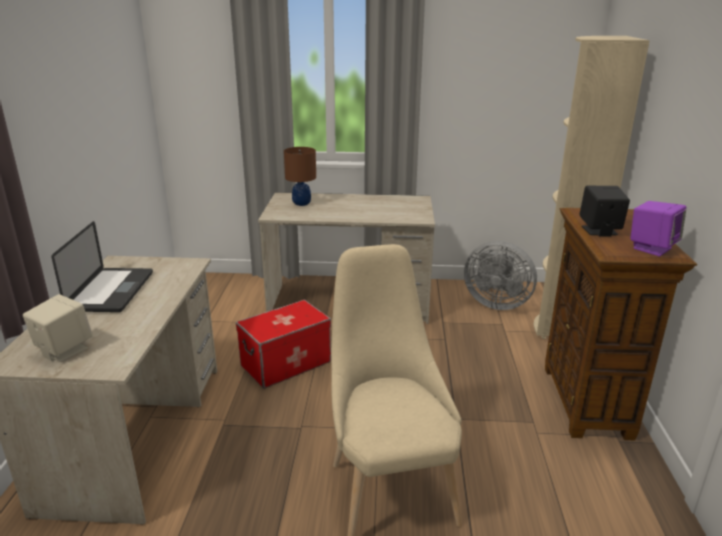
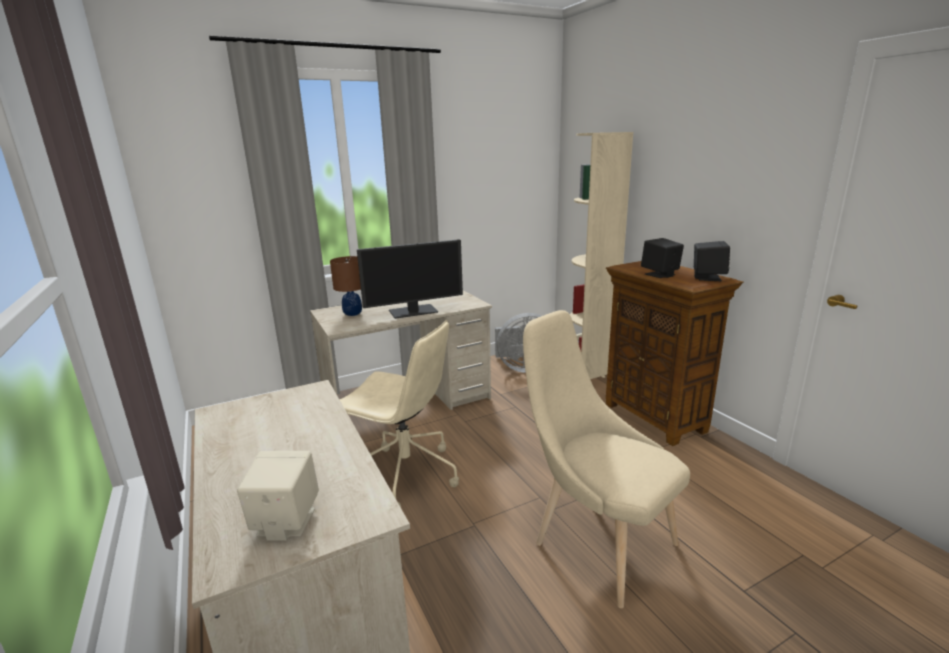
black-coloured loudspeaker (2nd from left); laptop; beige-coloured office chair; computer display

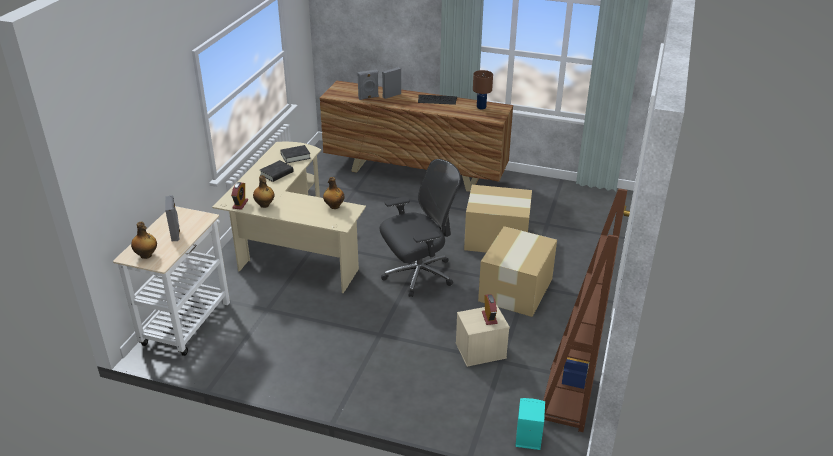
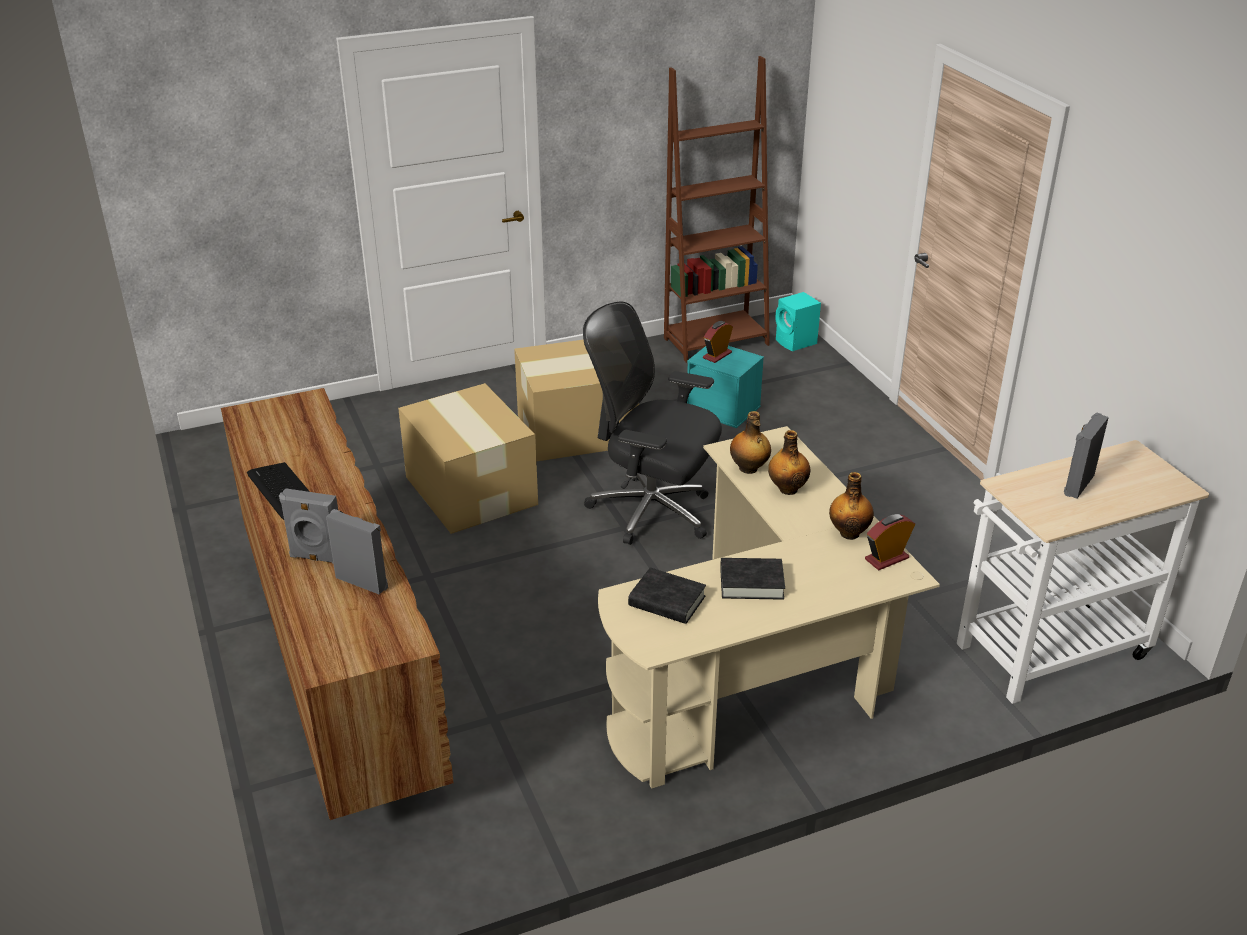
brown tabletop lamp; beverage bottle (2nd from left); turquoise-coloured storage box

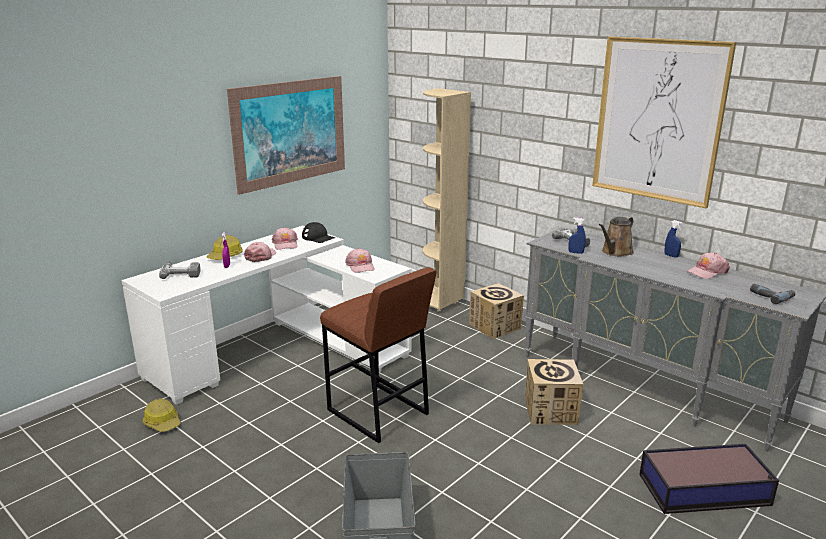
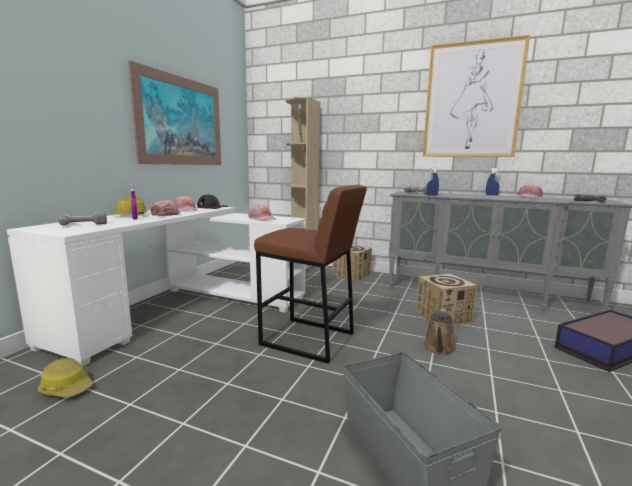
brown watering pot

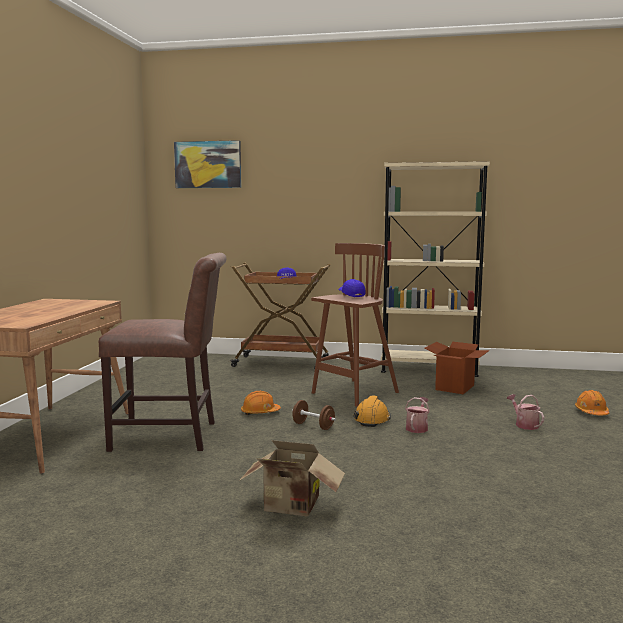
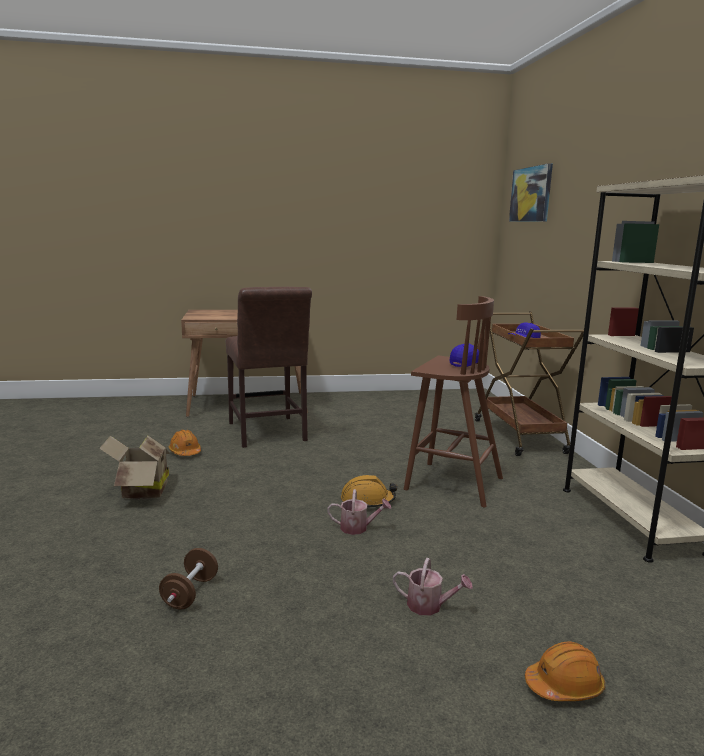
carton (2nd from left in the first image); orangey work helmet (1st from left); watering pot (2nd from left); brown free weight

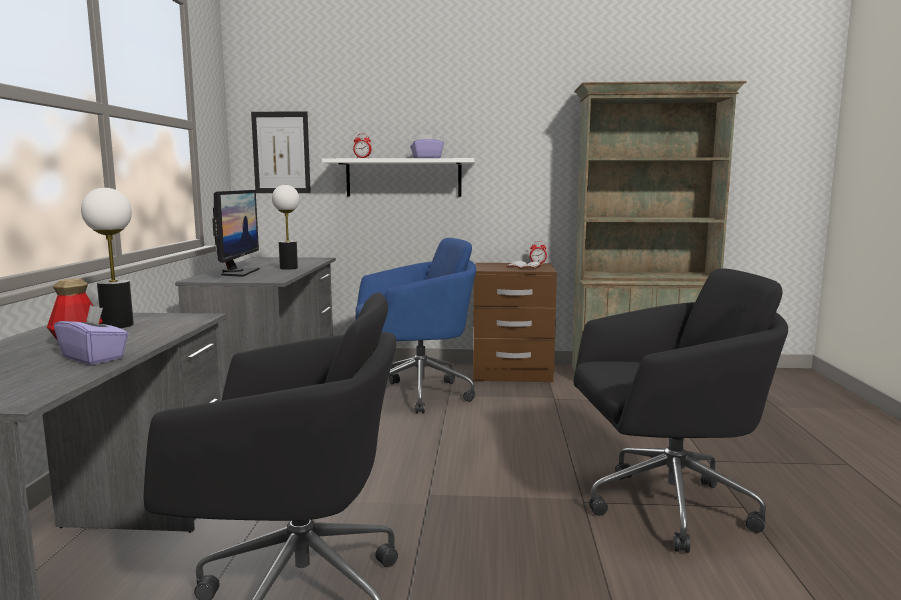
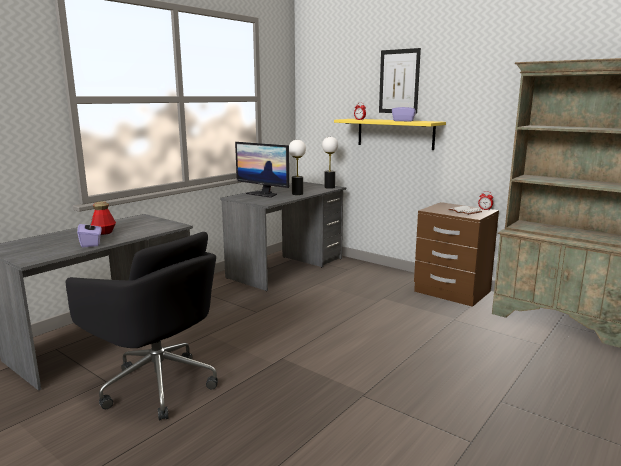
picture; yellow shelf; tabletop lamp (2nd from left); computer display; bluish office chair; black-coloured office chair (2nd from left in the first image)

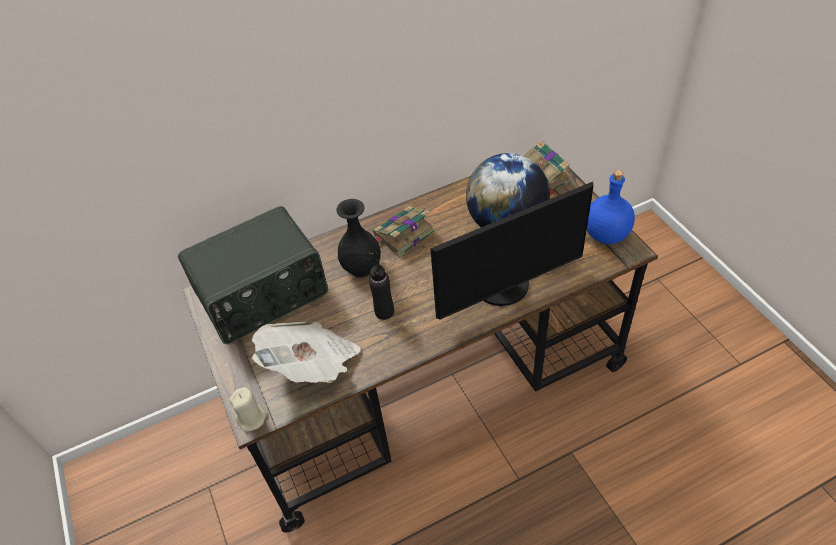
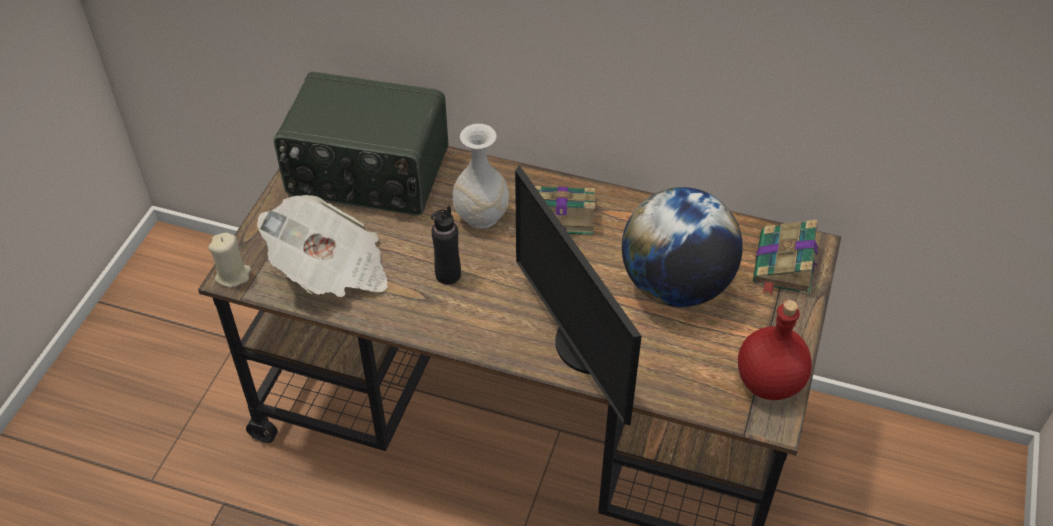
red-coloured beverage bottle; computer display; whitish decorative vase

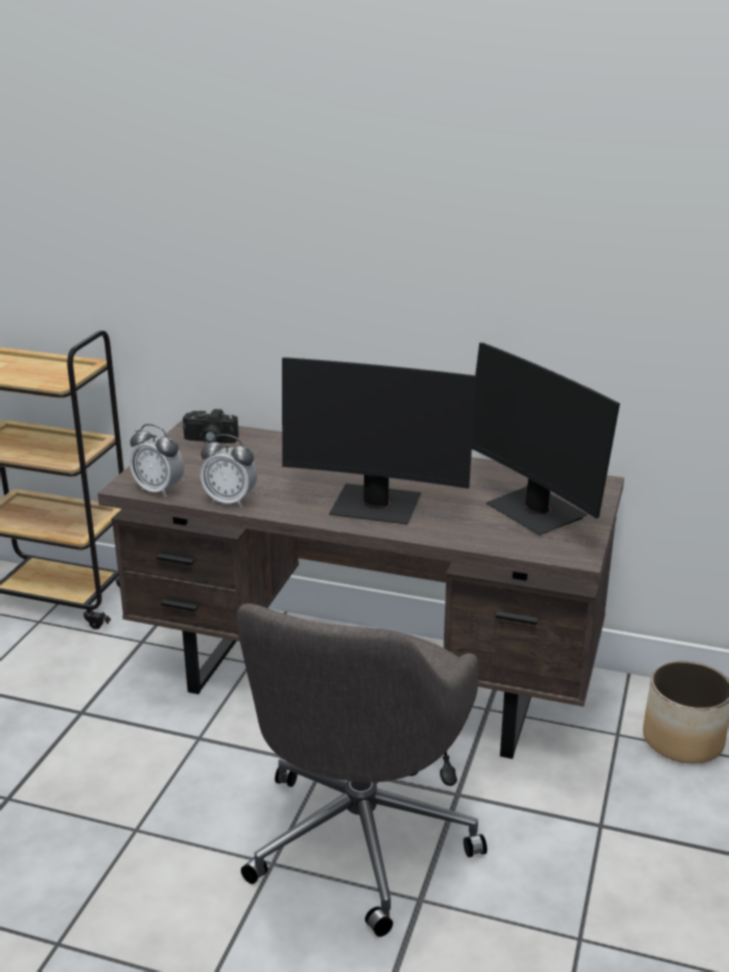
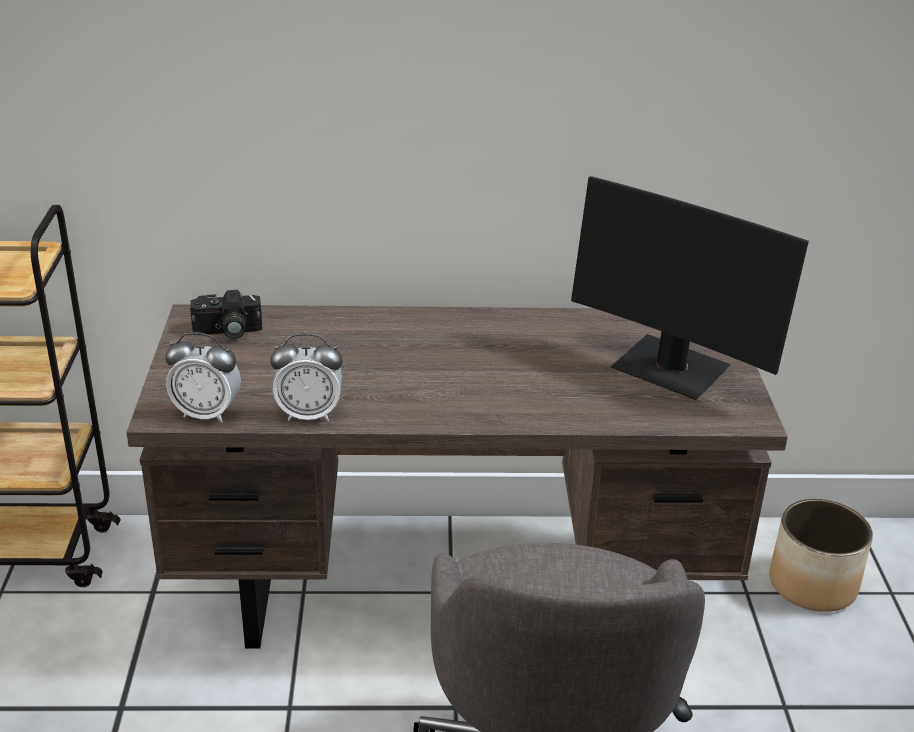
computer display (1st from left in the first image)

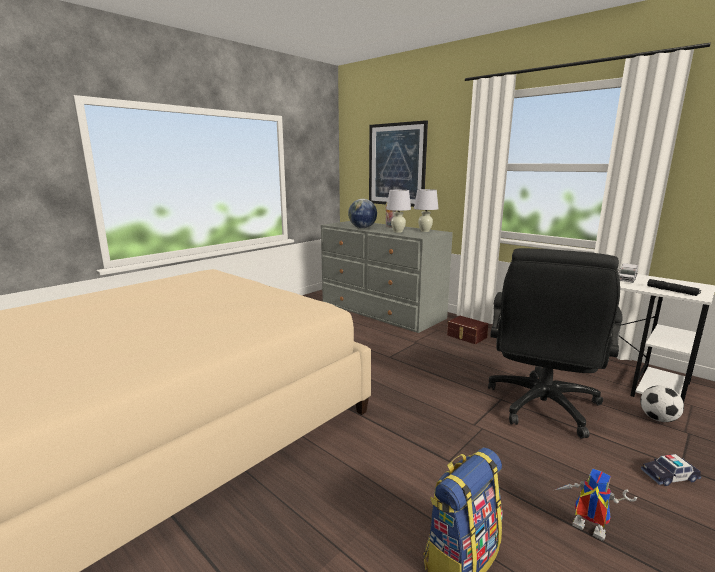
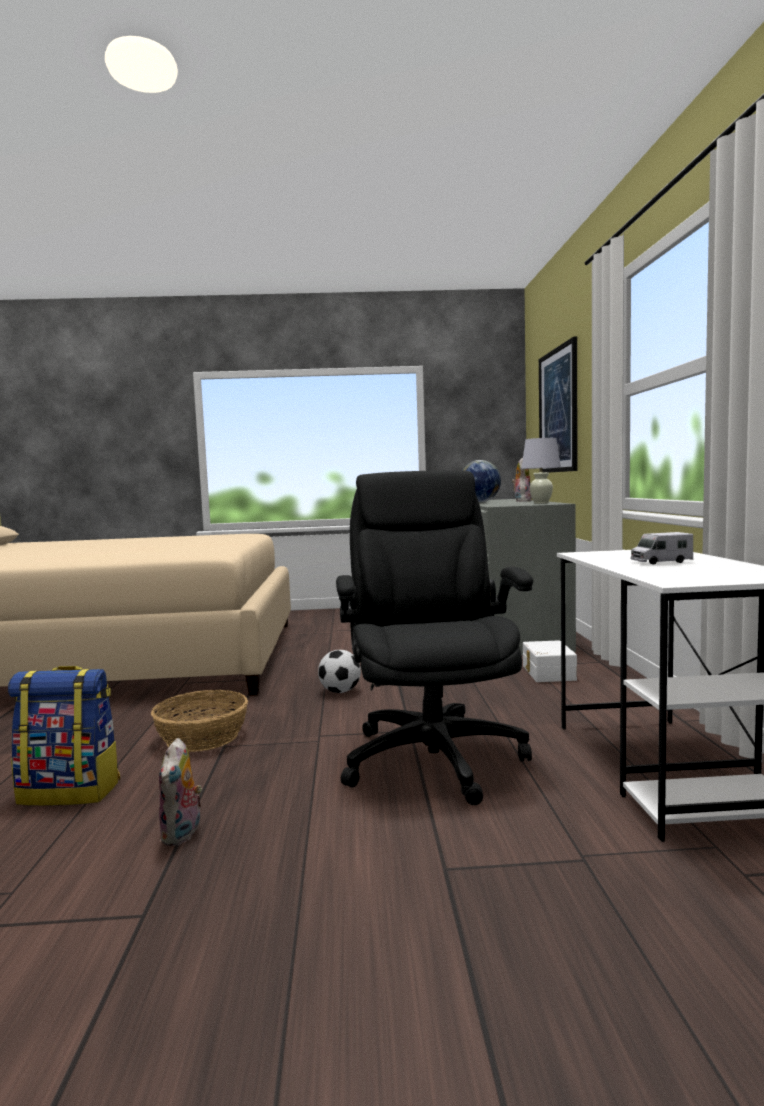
whitish tabletop lamp (1st from left in the first image); black-coloured office chair; black-coloured torch; whitish storage box; football ball; toy car; plush toy (1st from left); household basket

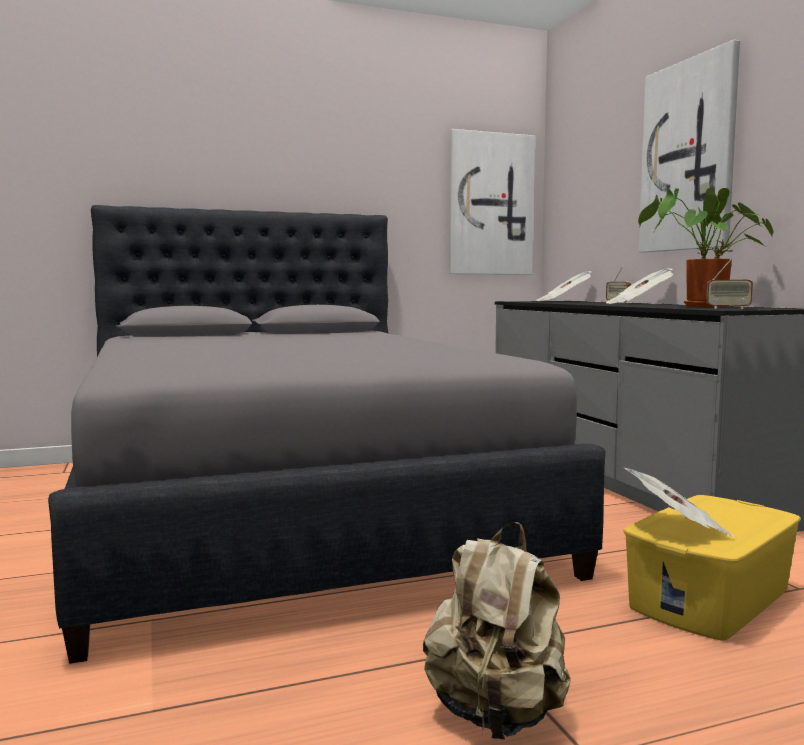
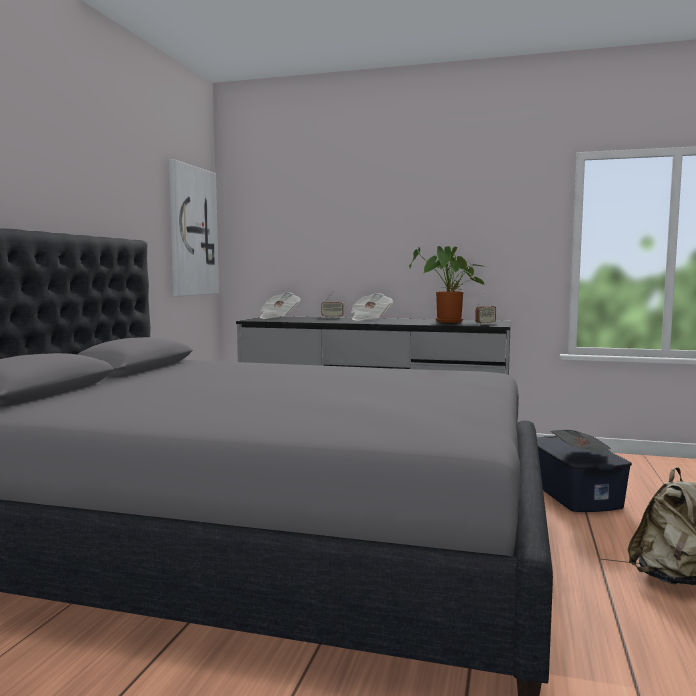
picture (2nd from left in the first image); bluish storage box

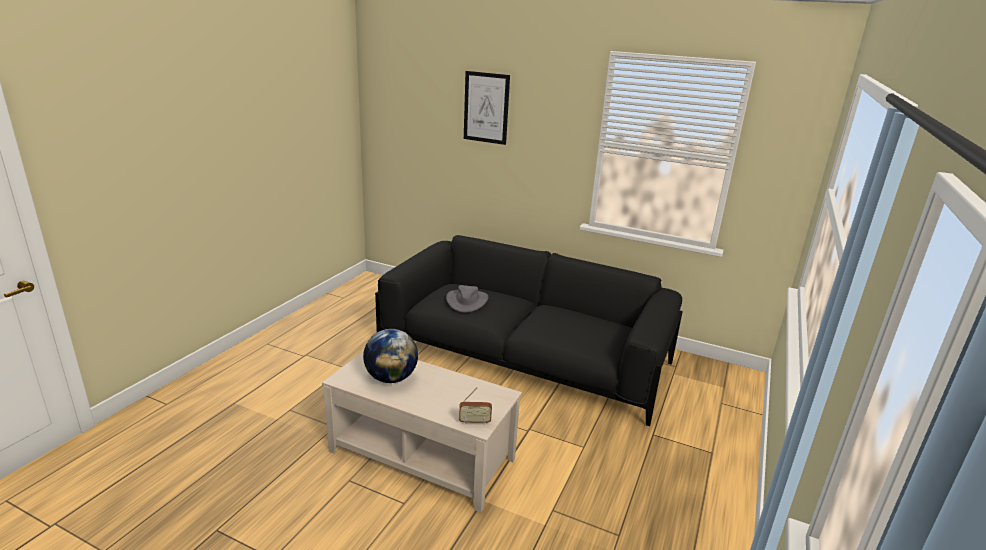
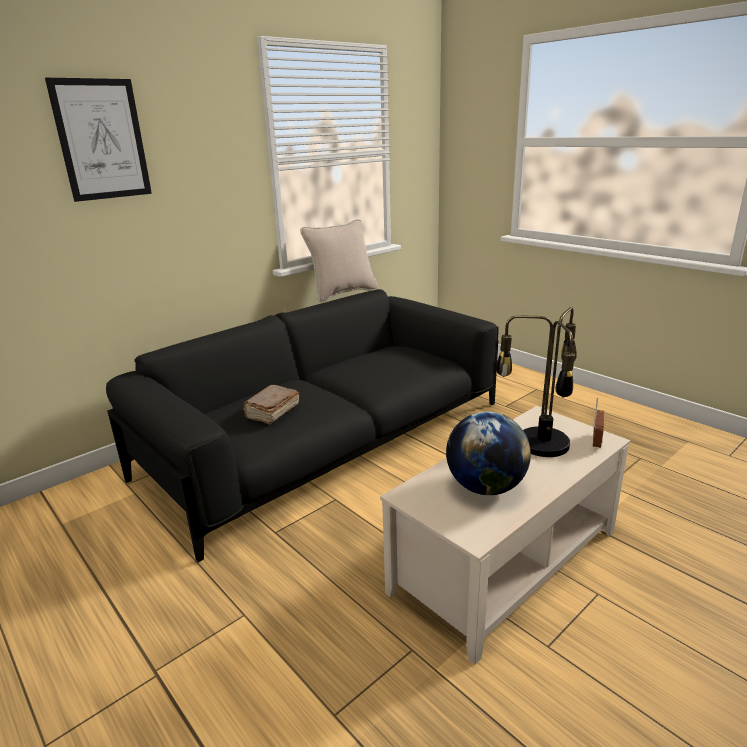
brown bound book; beige-coloured cushion; tabletop lamp

